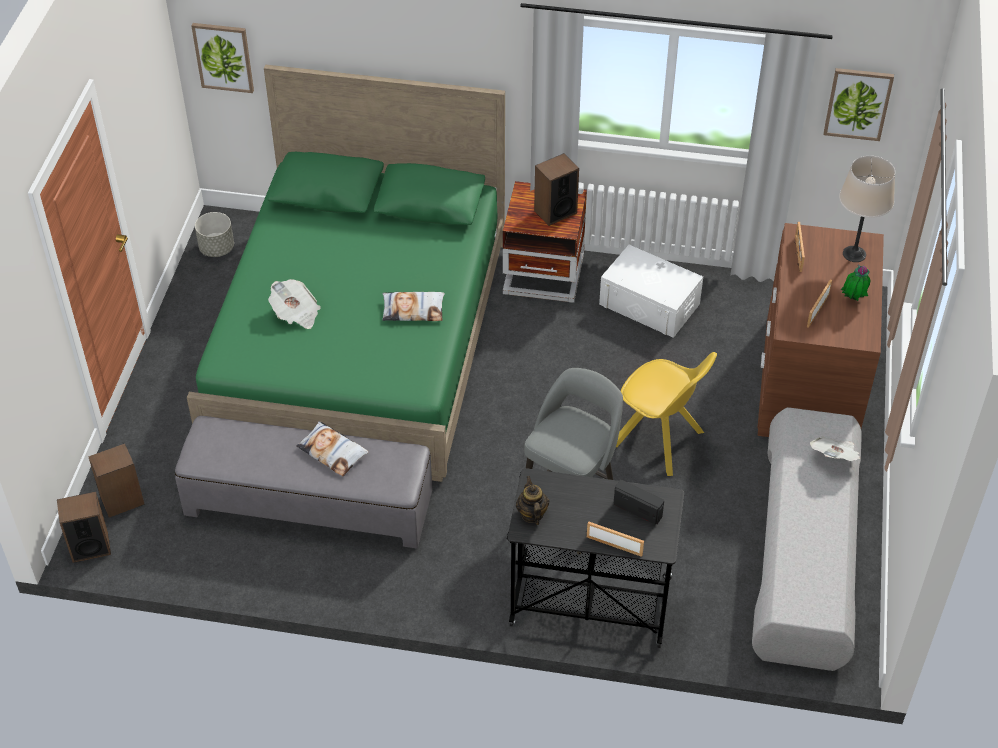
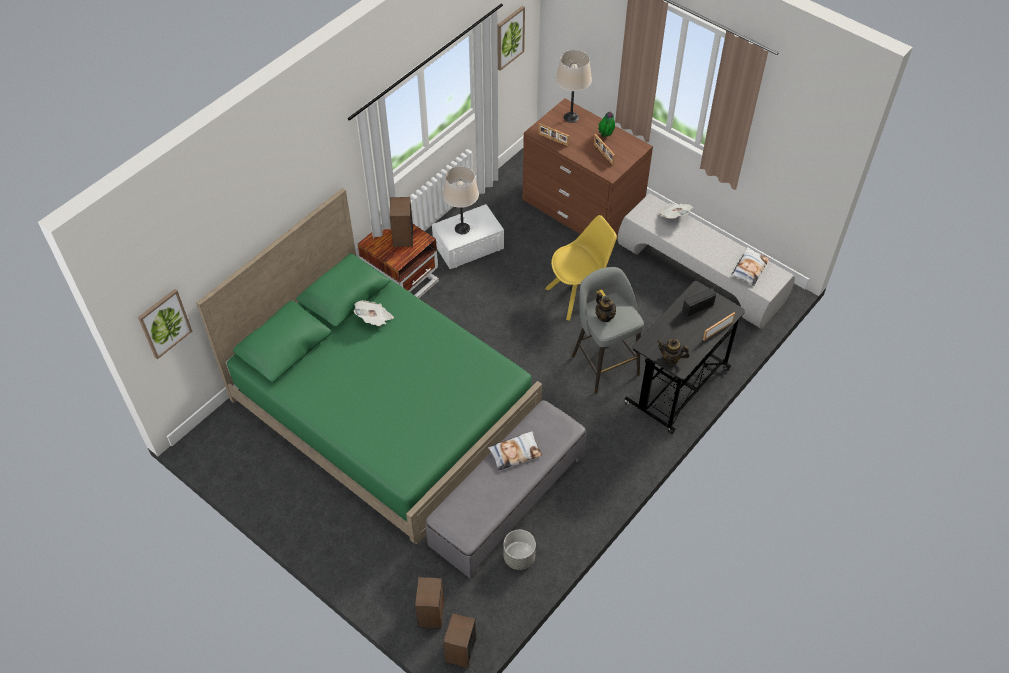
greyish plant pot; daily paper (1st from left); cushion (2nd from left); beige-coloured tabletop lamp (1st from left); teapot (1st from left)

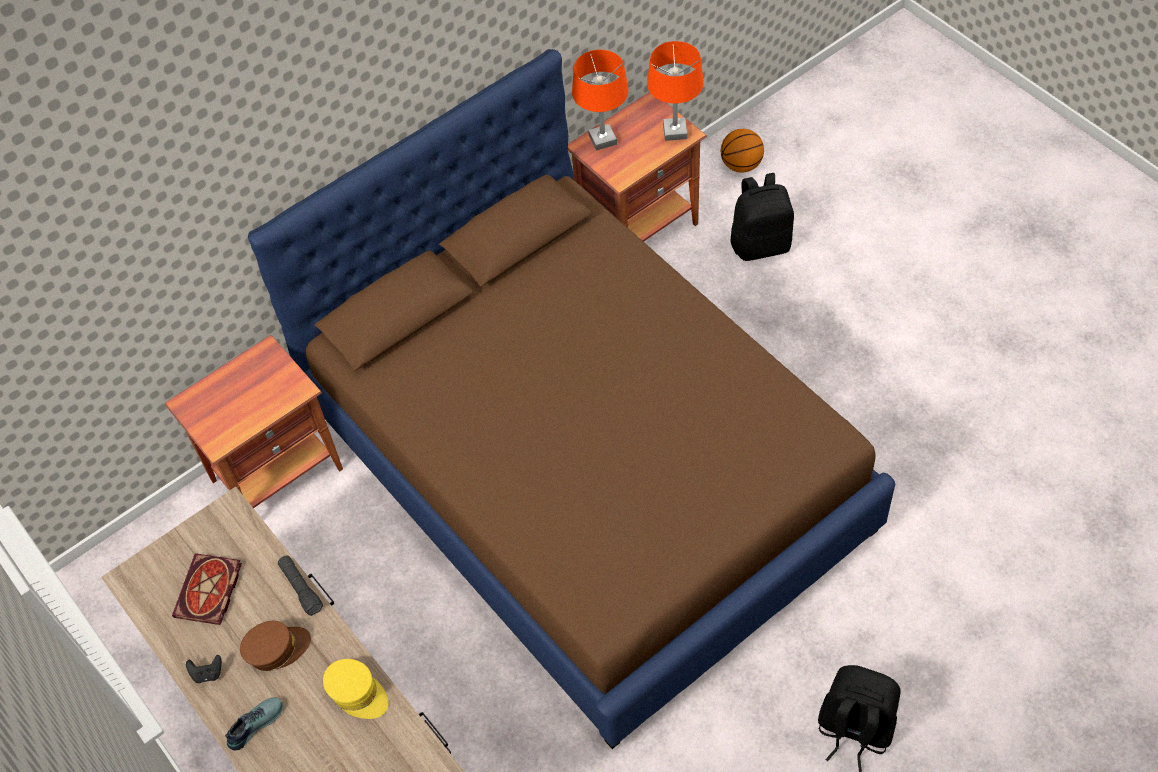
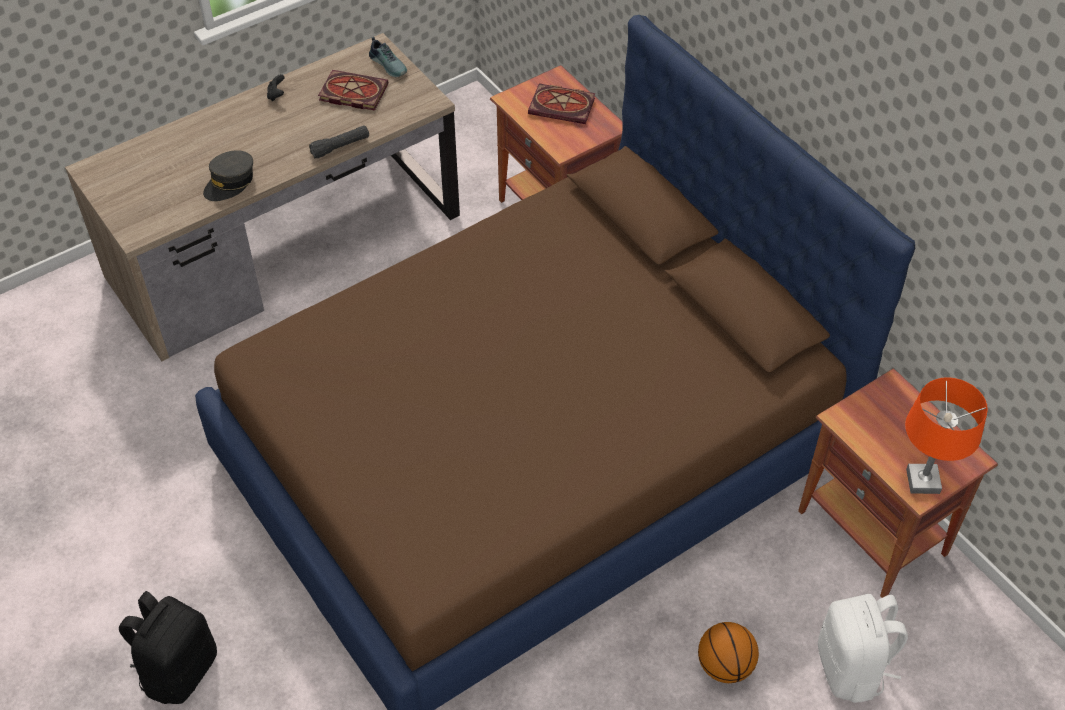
orangey tabletop lamp (1st from left in the first image); basketball ball; whitish rucksack; brown baseball cap; greyish baseball cap; item of footwear; bound book (2nd from left)

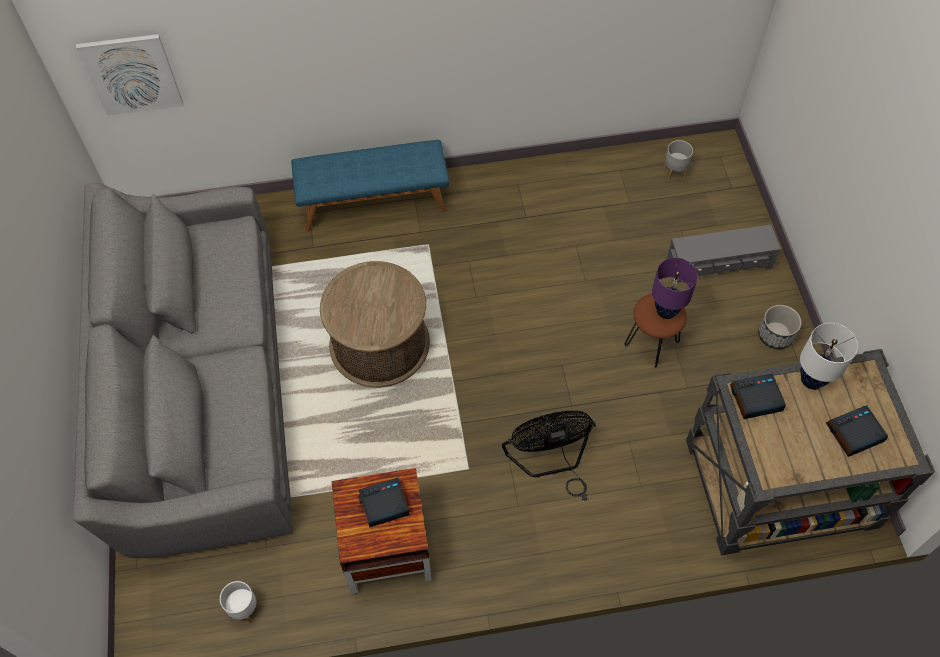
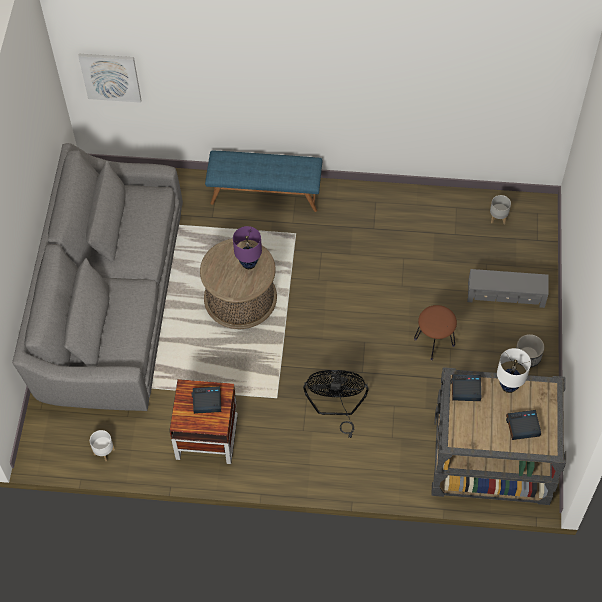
purple-coloured tabletop lamp

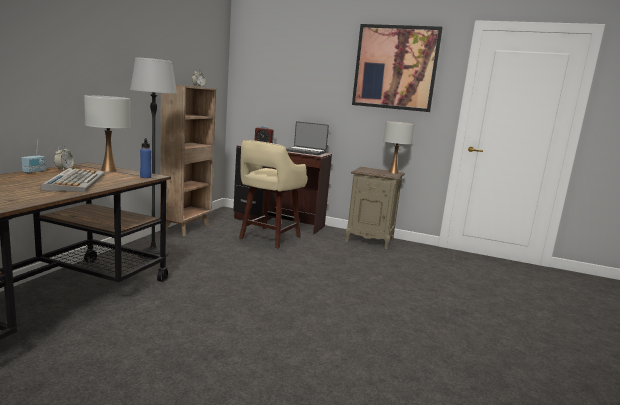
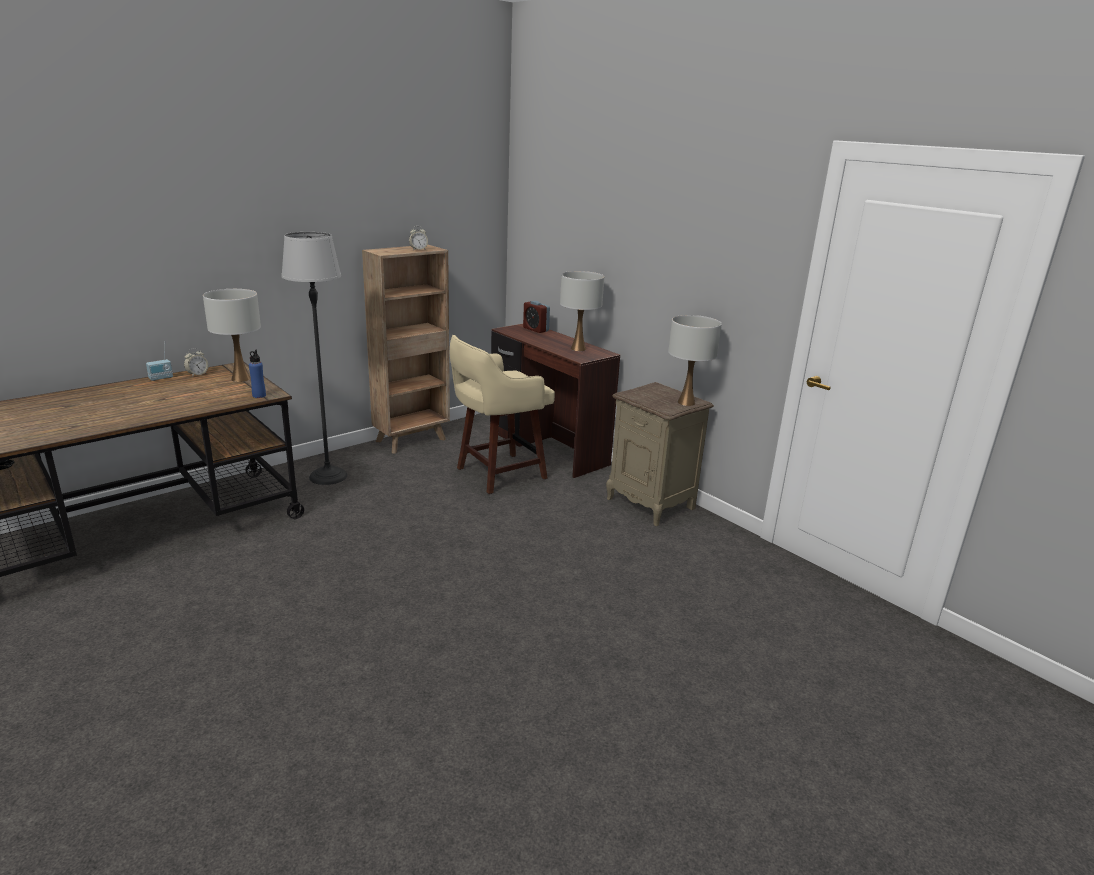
picture; whitish tabletop lamp (2nd from left); computer keyboard

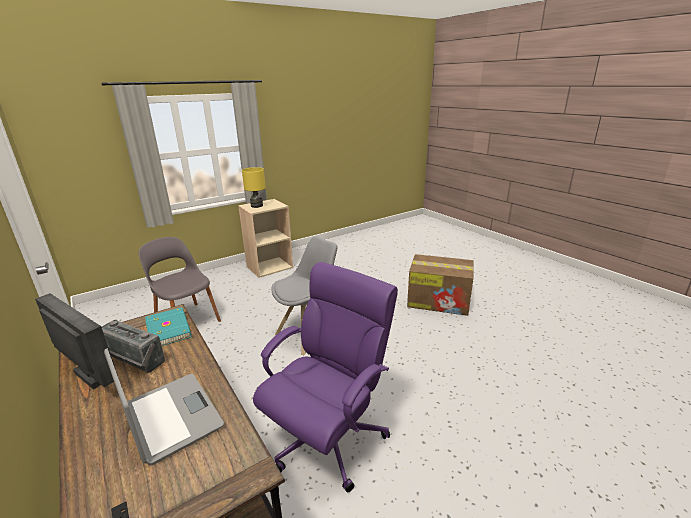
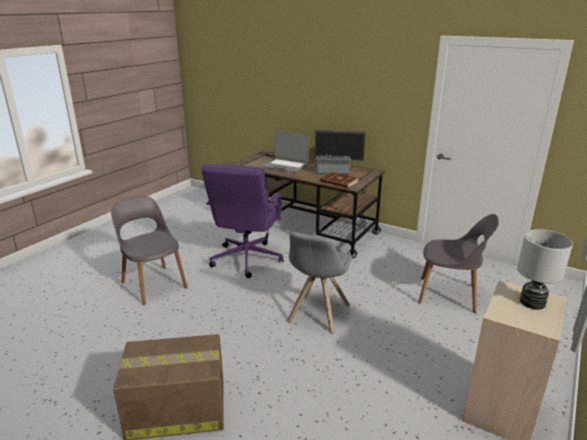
greyish tabletop lamp; brown bound book; greyish chair (1st from left)

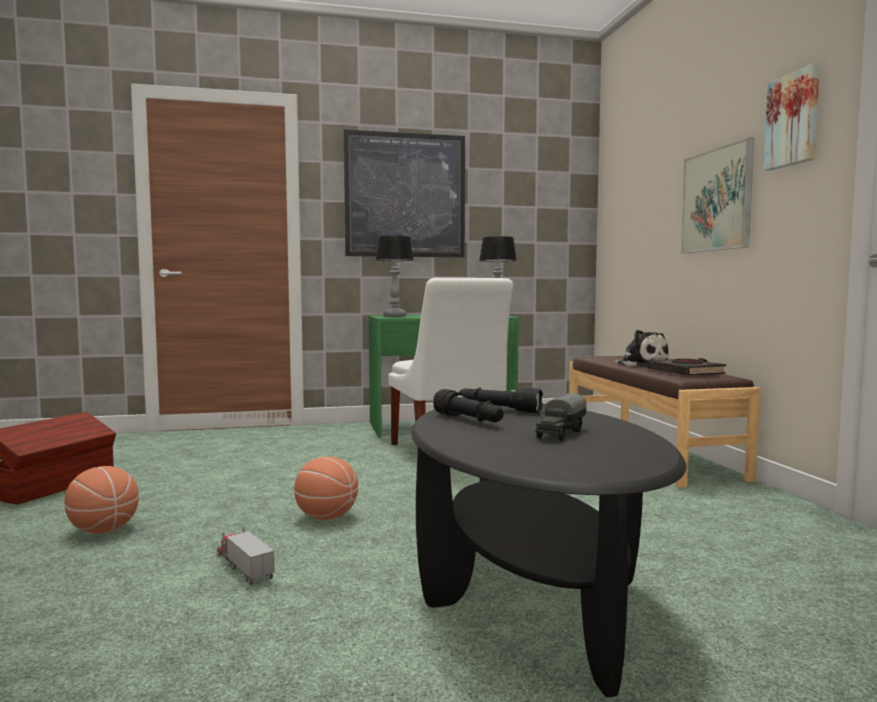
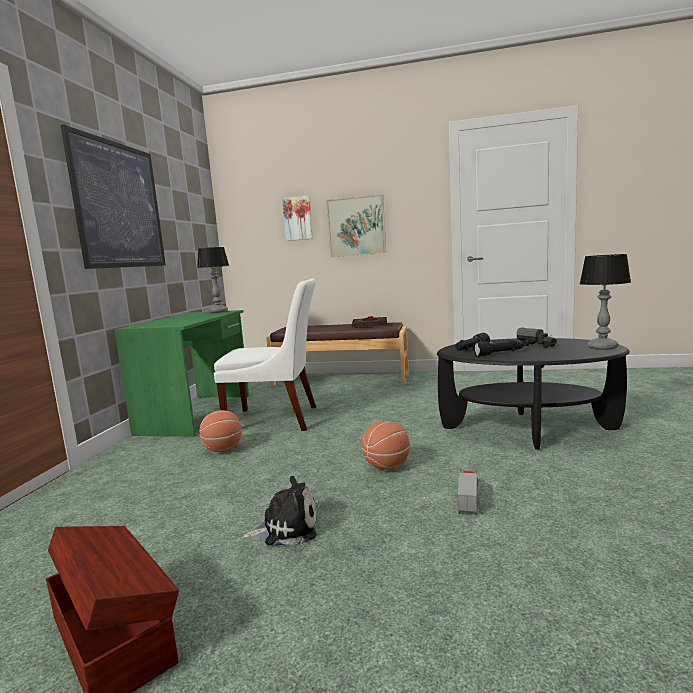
picture (2nd from left); tabletop lamp (2nd from left); plush toy; basketball ball (1st from left); toy lorry (1st from left)

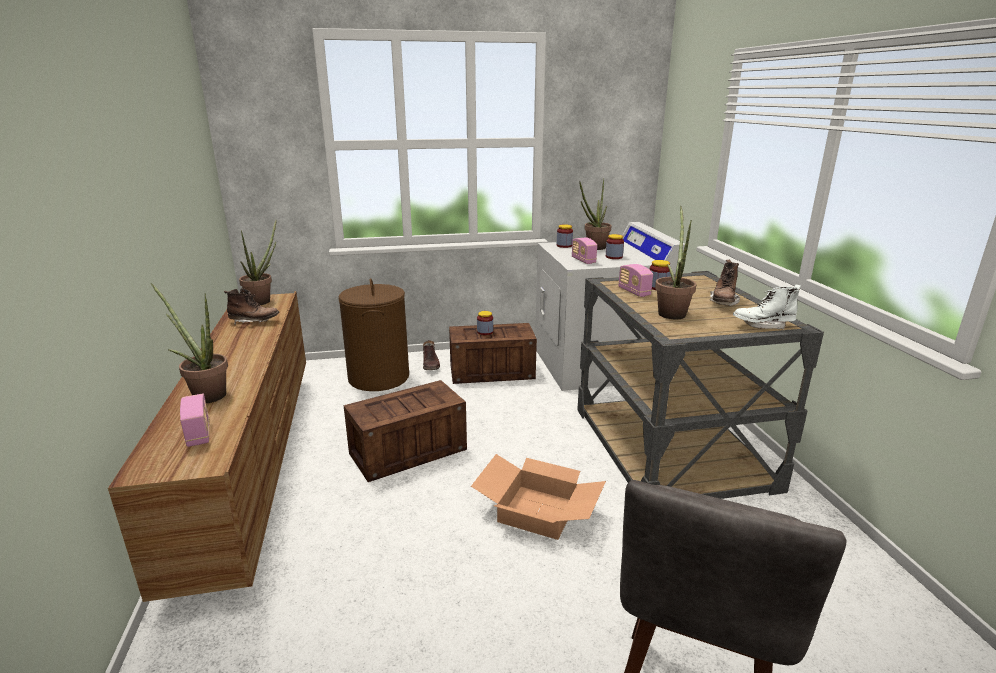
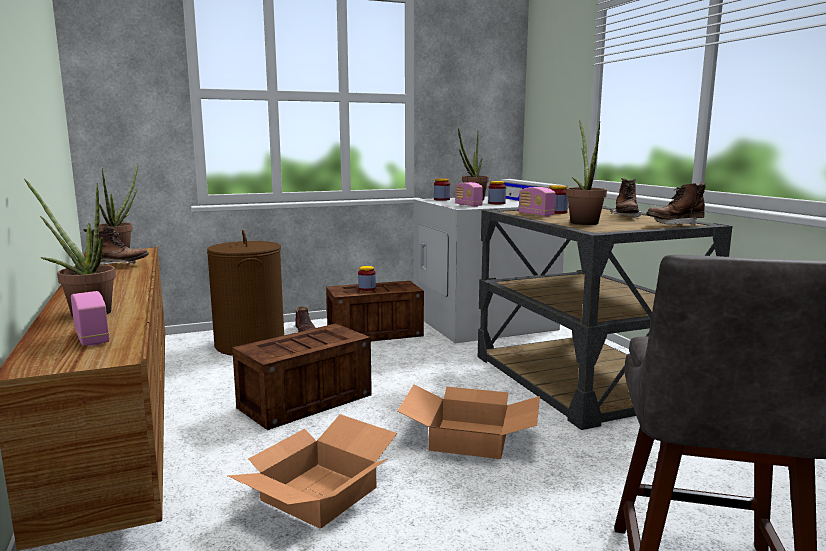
brown high-top boot (4th from left); carton (1st from left)

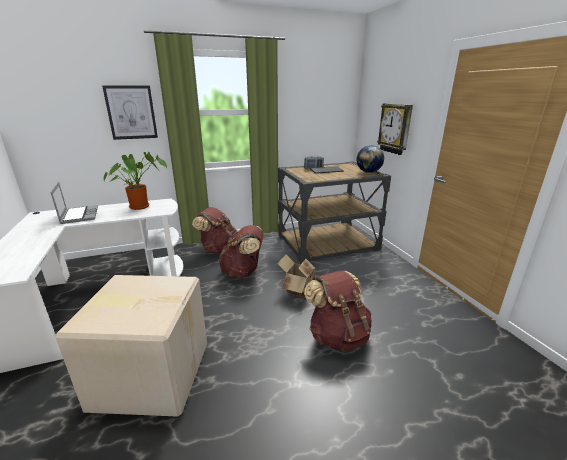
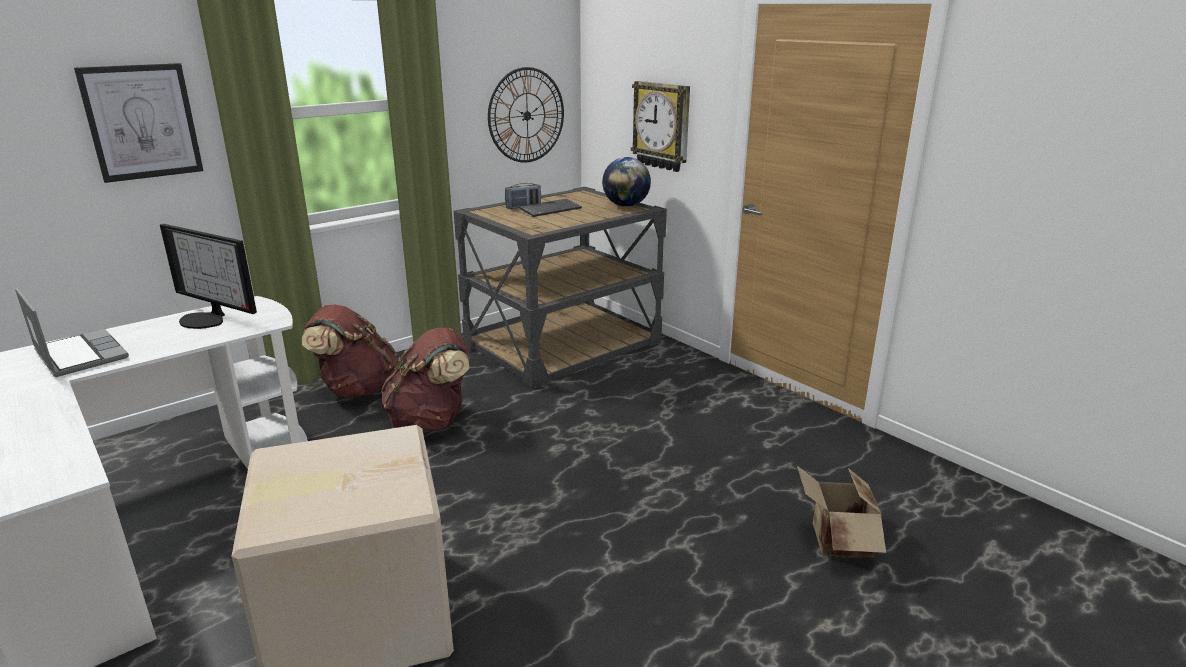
computer display; carton (2nd from left); brown rucksack (3rd from left in the first image); hanging clock (1st from left)

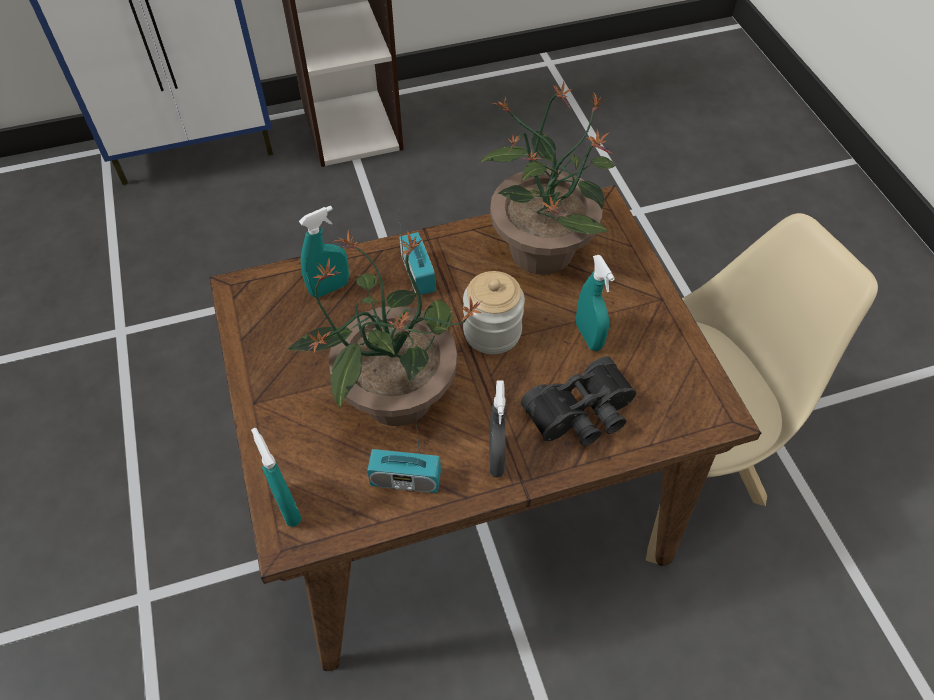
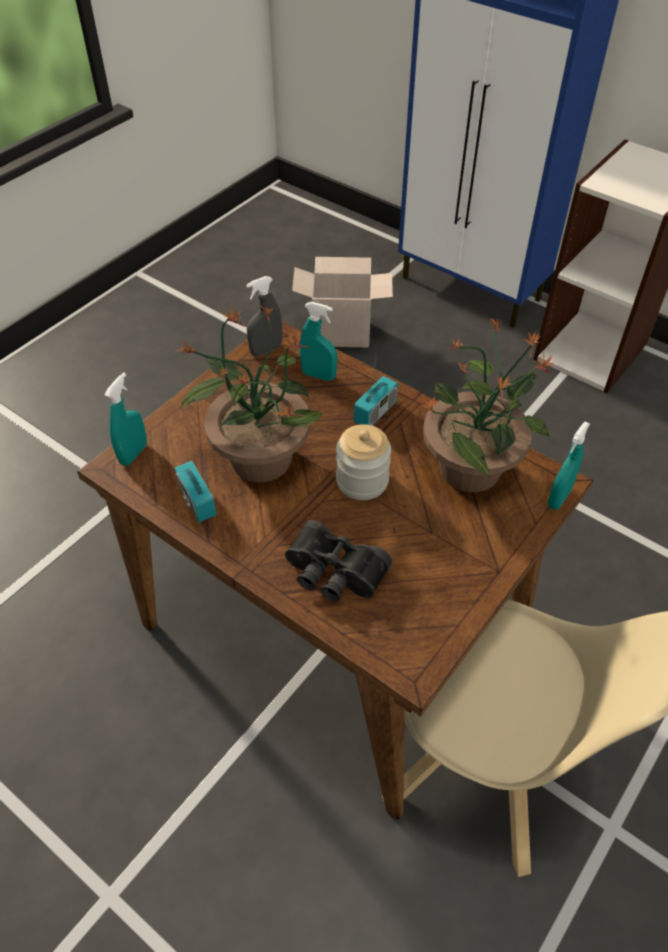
turquoise-coloured spray bottle (3rd from left); greyish spray bottle; carton

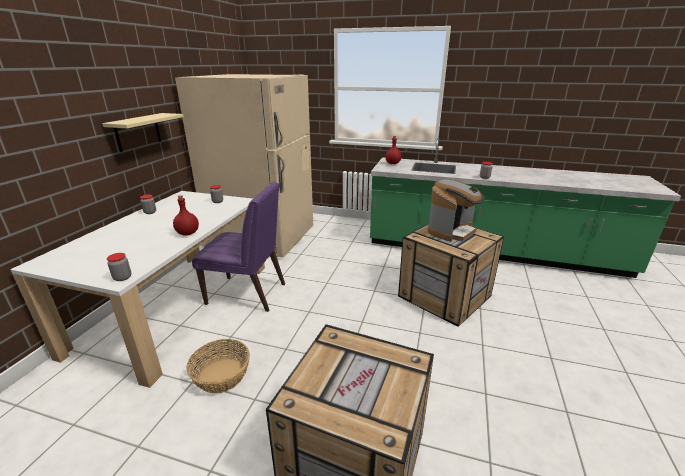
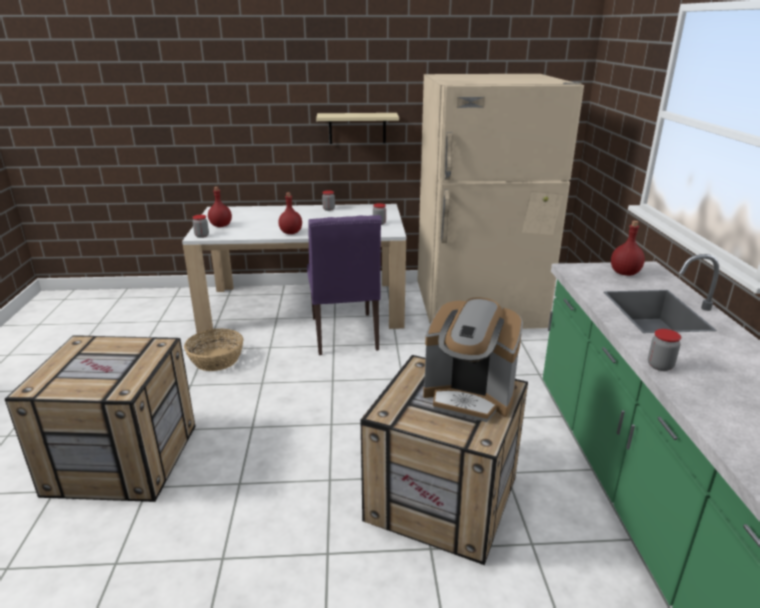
red-coloured beverage bottle (1st from left)

